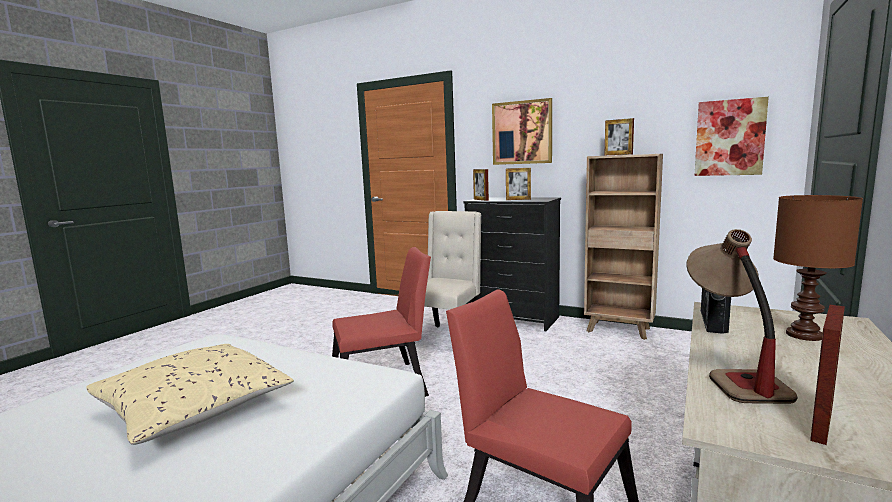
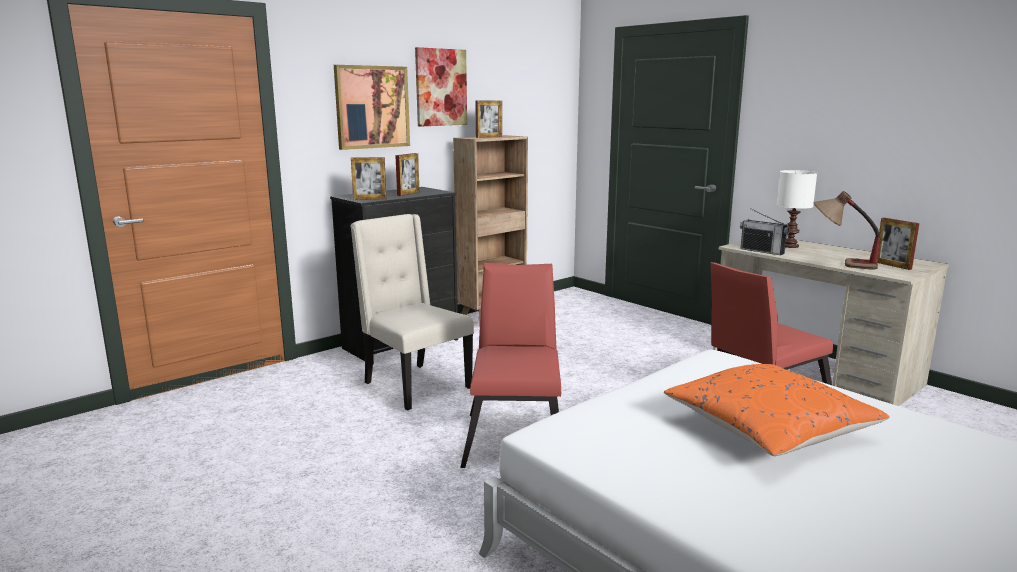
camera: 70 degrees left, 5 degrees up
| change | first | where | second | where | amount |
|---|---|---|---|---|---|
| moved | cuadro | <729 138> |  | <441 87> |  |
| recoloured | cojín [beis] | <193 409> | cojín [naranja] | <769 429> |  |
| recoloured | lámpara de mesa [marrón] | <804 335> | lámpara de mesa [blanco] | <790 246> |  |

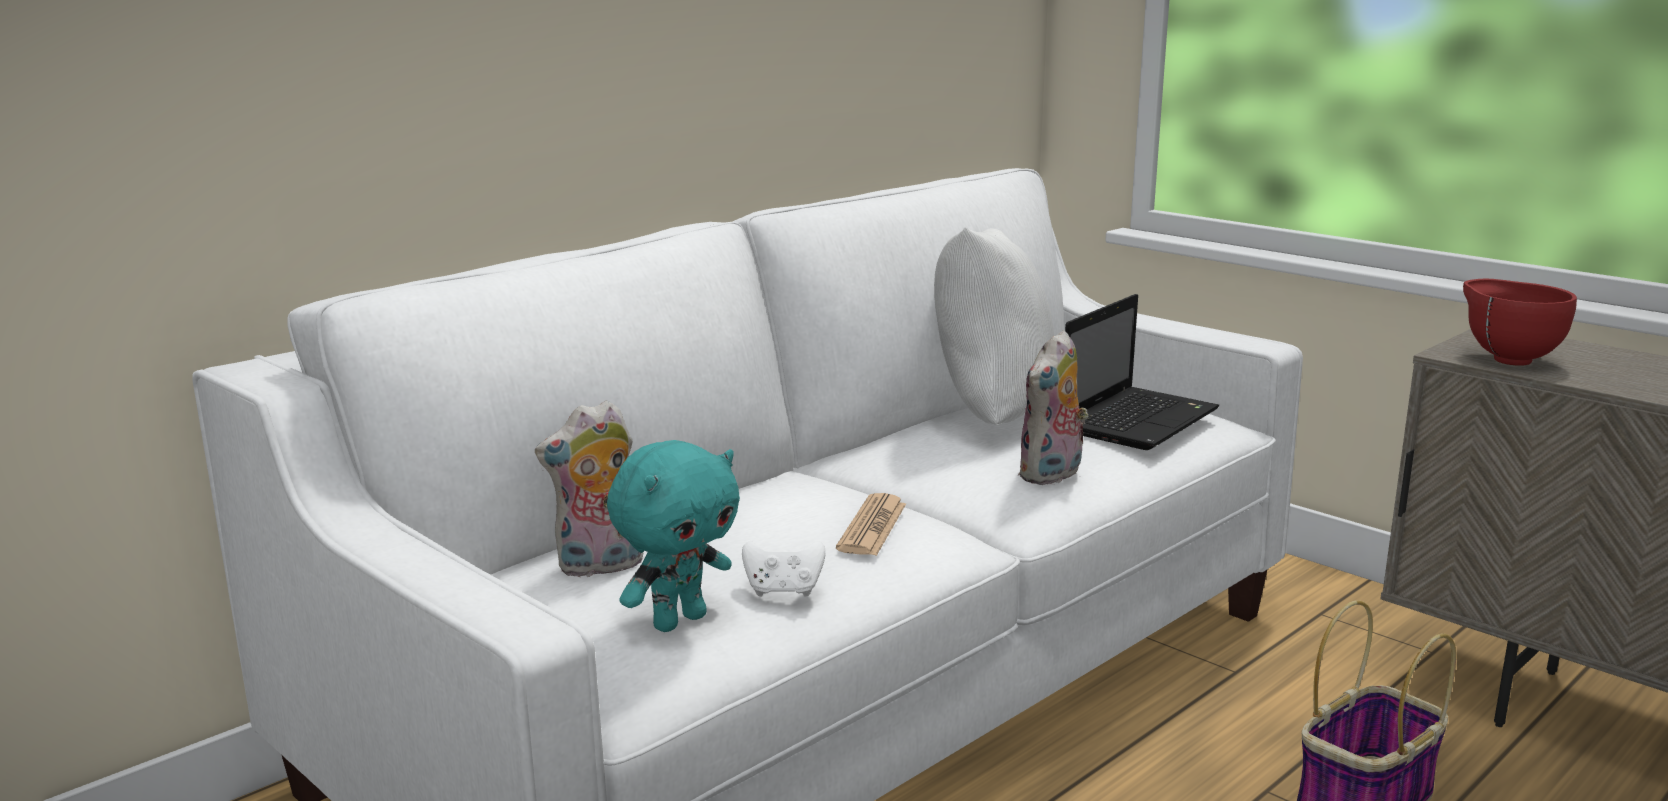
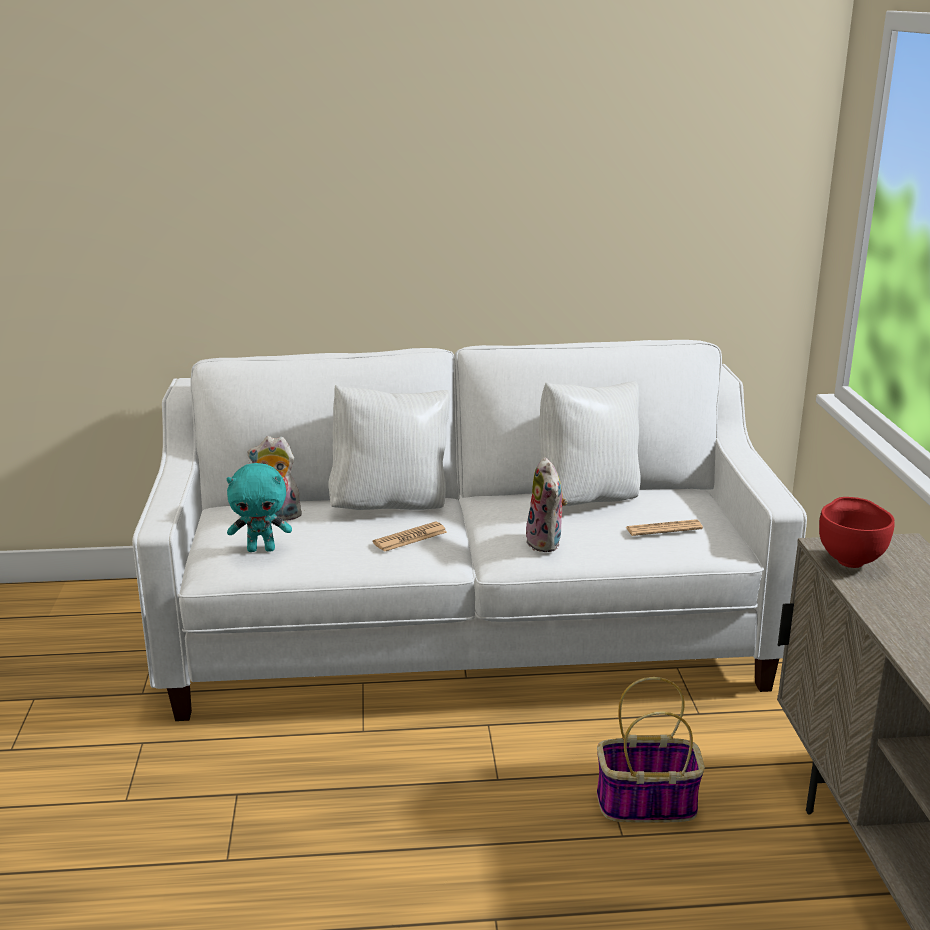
camera: 40 degrees right, 5 degrees up
| change | first | where | second | where | amount |
|---|---|---|---|---|---|
| added |  |  | cojín [blanco] | <391 506> |  |
| turned | peluche | <1052 475> |  | <547 543> | 90 degrees counterclockwise |
| replaced | portátil | <1139 420> | periódico | <663 529> |  |
| removed | mando de consola [blanco] | <783 591> |  |  |  |

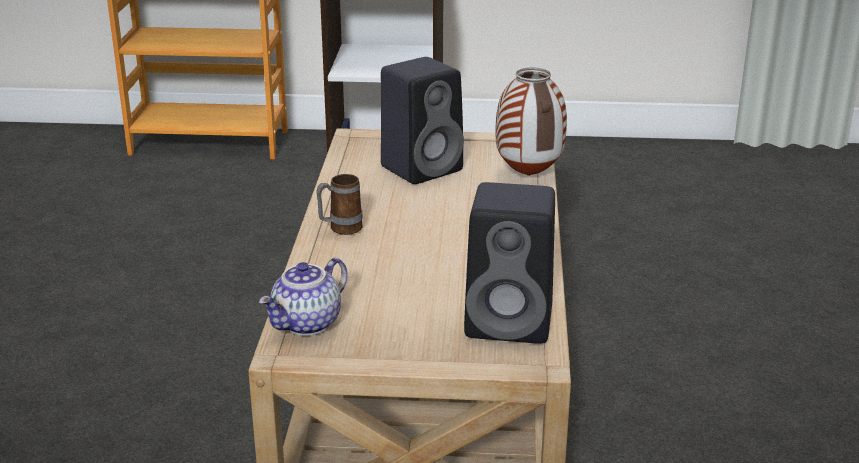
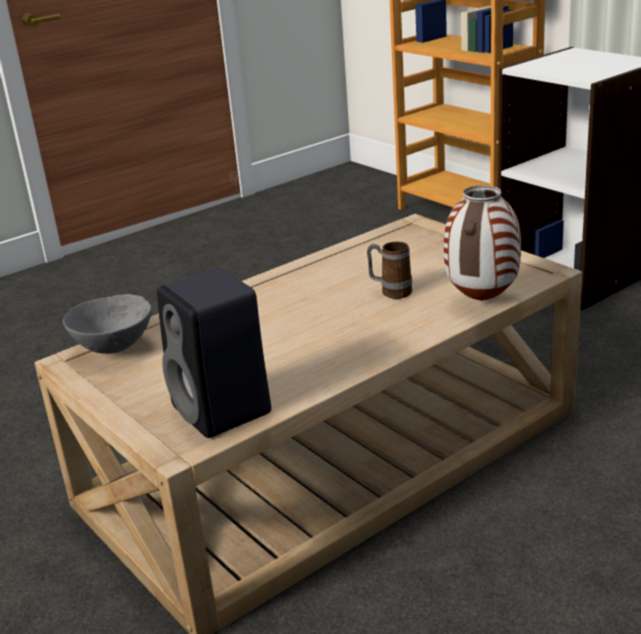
camera: 50 degrees right, 0 degrees up
| change | first | where | second | where | amount |
|---|---|---|---|---|---|
| replaced | tetera | <307 324> | cuenco [gris] | <114 348> |  |
| moved | taza grande | <340 229> |  | <390 292> |  |
| removed | altavoz [negro] | <423 168> |  |  |  |

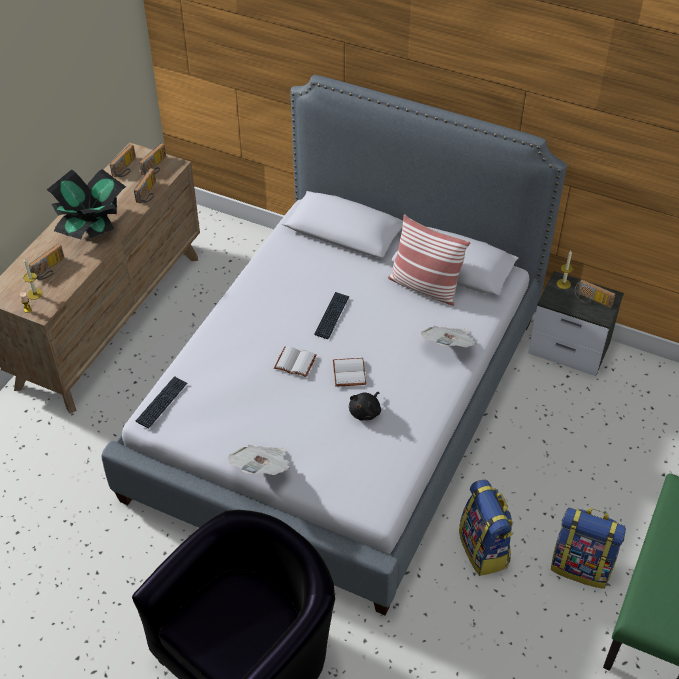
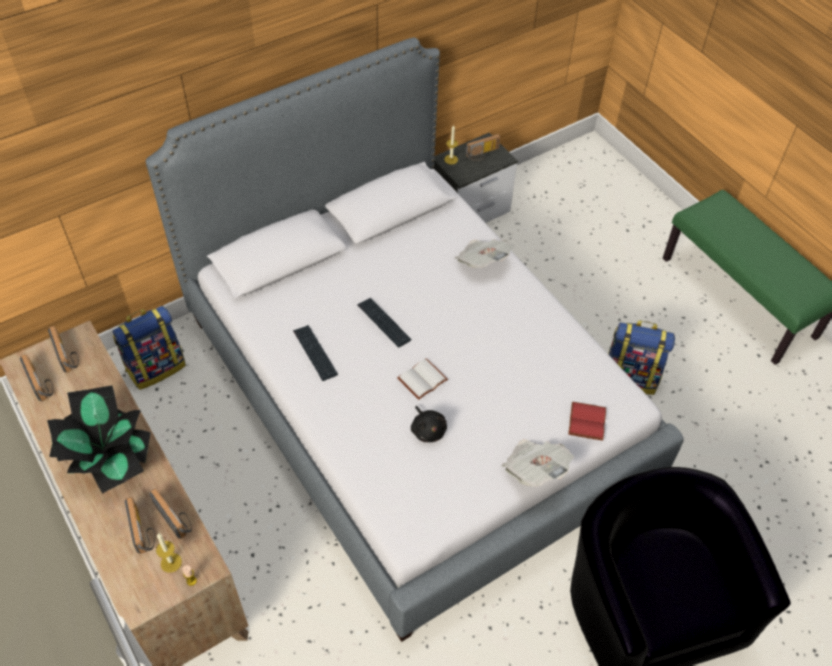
camera: 60 degrees left, 5 degrees up
| change | first | where | second | where | amount |
|---|---|---|---|---|---|
| moved | mochila | <581 566> |  | <156 367> |  |
| moved | radio | <148 193> |  | <175 517> |  |
| moved | teclado | <162 403> |  | <315 353> |  |
| moved | peluche [negro] | <366 412> |  | <428 430> |  |
| added |  |  | libro [rojo] | <585 421> |  |
| removed | libro [blanco] | <348 372> |  |  |  |
| removed | cojín | <424 287> |  |  |  |

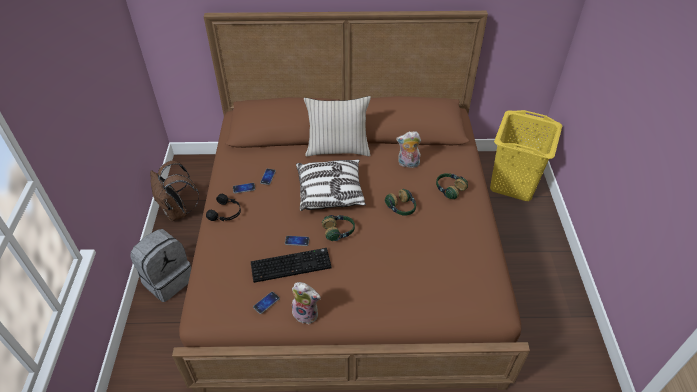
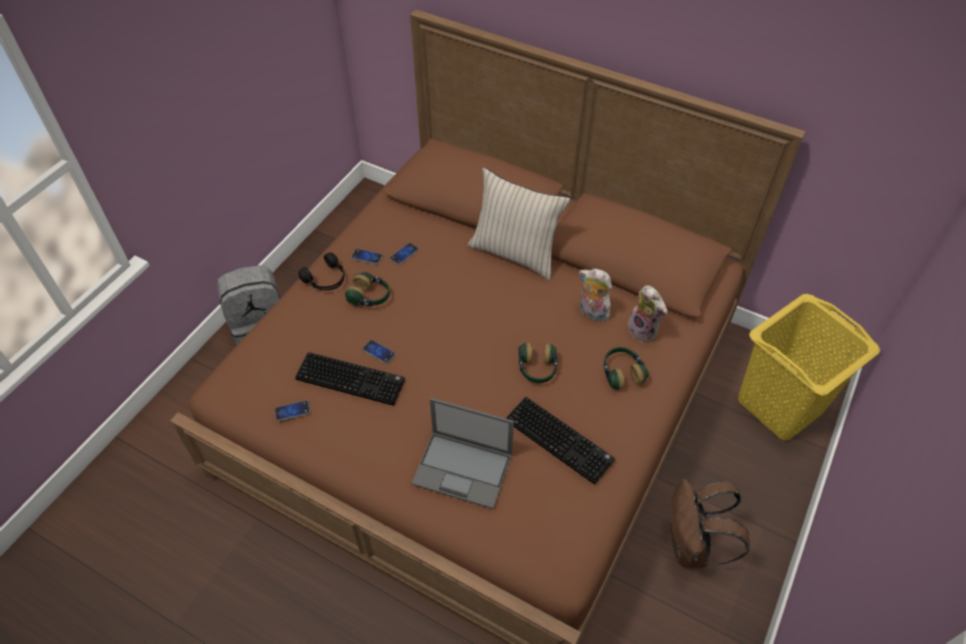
camera: 30 degrees right, 5 degrees up
| change | first | where | second | where | amount |
|---|---|---|---|---|---|
| moved | auriculares | <339 231> |  | <370 297> |  |
| added |  |  | portátil | <464 469> |  |
| added |  |  | teclado | <560 439> |  |
| moved | peluche | <307 313> |  | <644 330> |  |
| moved | mochila [marrón] | <177 212> |  | <691 547> |  |
| removed | cojín | <330 192> |  |  |  |

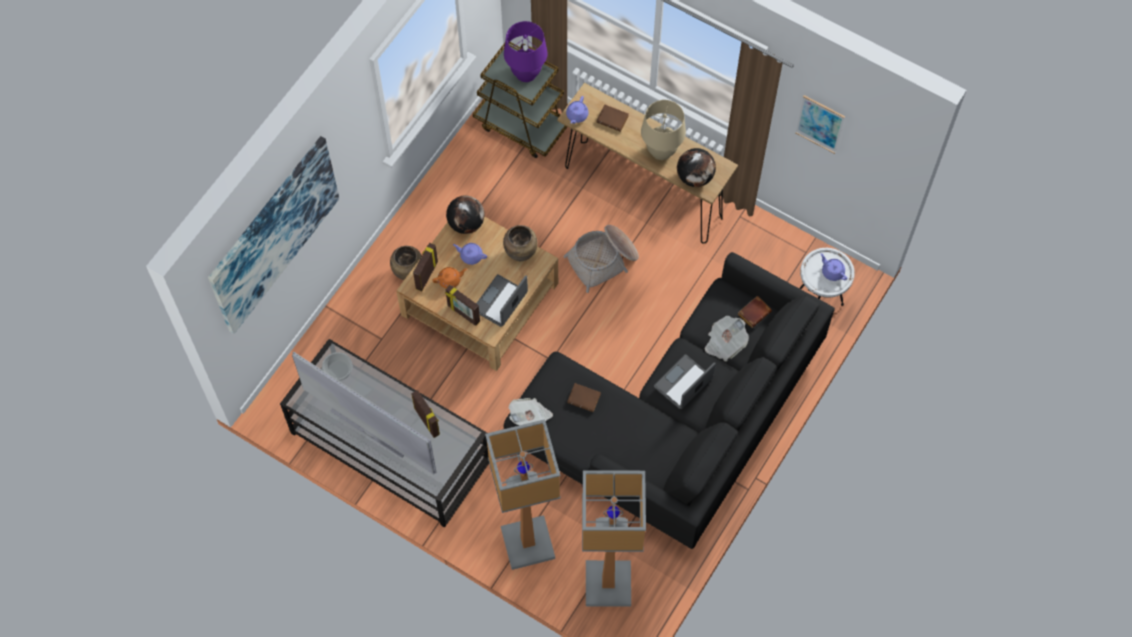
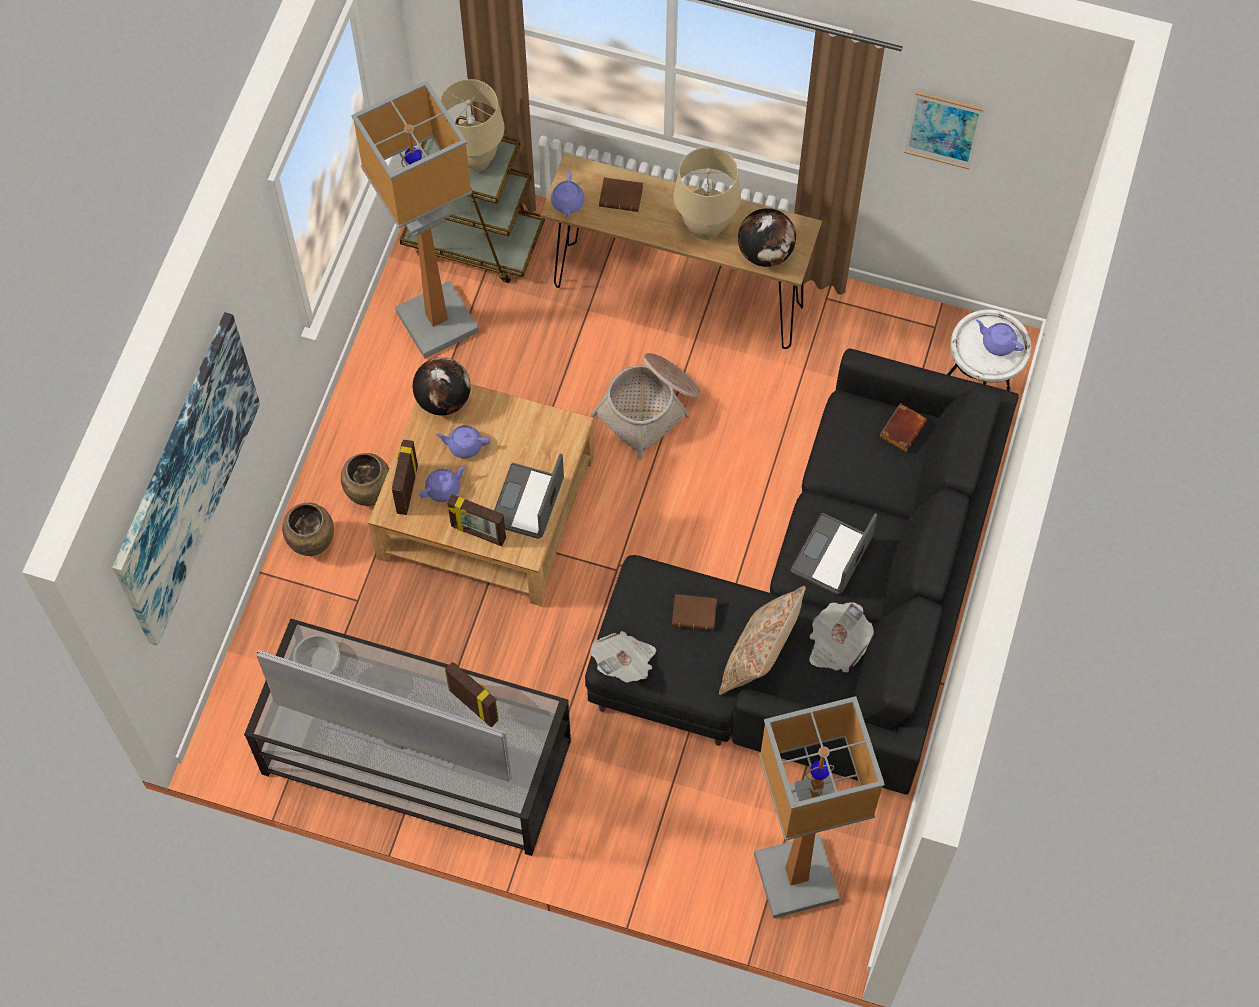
camera: 15 degrees left, 0 degrees up
| change | first | where | second | where | amount |
|---|---|---|---|---|---|
| moved | florero [marrón] | <521 253> |  | <313 543> |  |
| moved | lámpara de pie | <527 544> |  | <436 323> |  |
| recoloured | tetera [naranja] | <450 280> | tetera [morado] | <444 488> |  |
| recoloured | lámpara de mesa [morado] | <526 73> | lámpara de mesa [beis] | <474 158> |  |
| added |  |  | cojín [beis] | <759 658> |  |
| moved | periódico | <724 343> |  | <837 644> |  |

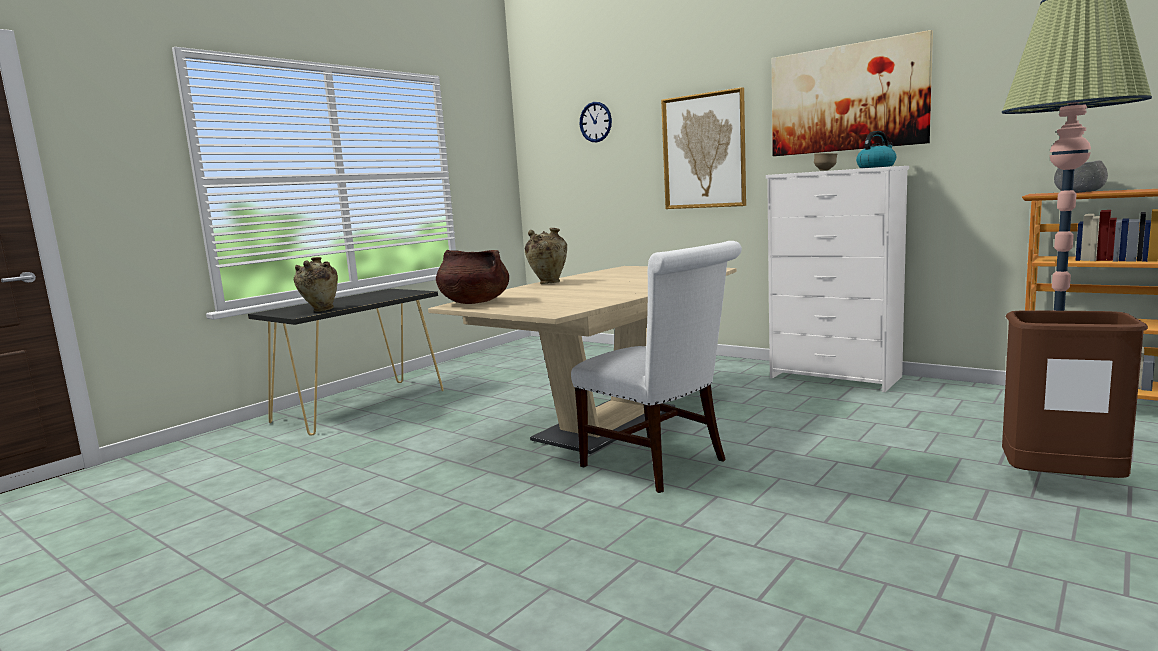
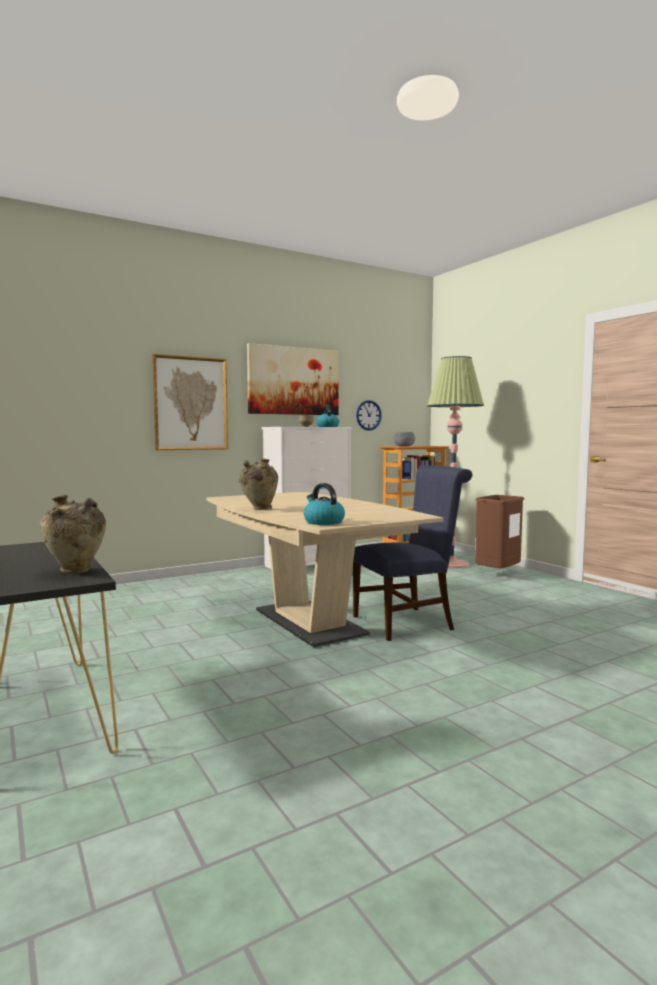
camera: 70 degrees left, 5 degrees down
| change | first | where | second | where | amount |
|---|---|---|---|---|---|
| replaced | olla [marrón] | <474 302> | hervidor | <323 522> |  |
| recoloured | silla [blanco] | <661 464> | silla [azul] | <408 622> |  |
| moved | reloj de pared | <595 122> |  | <368 415> |  |

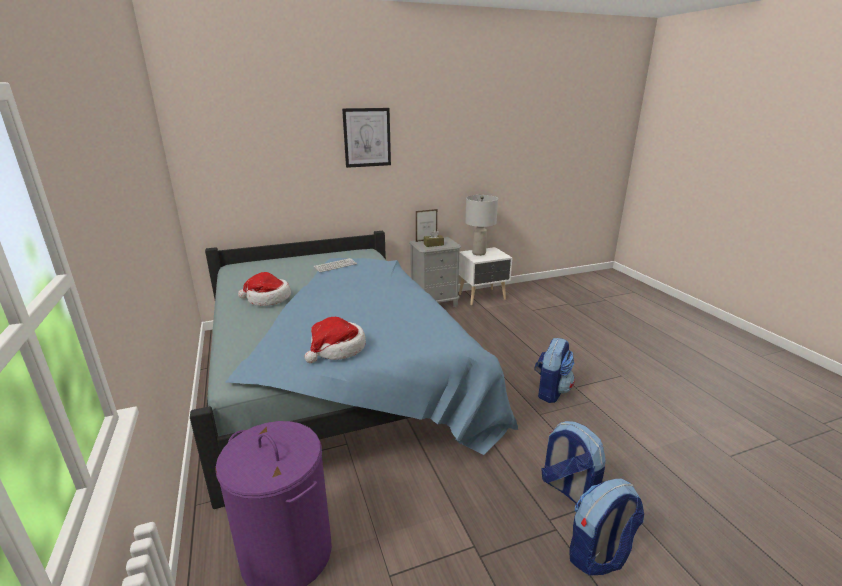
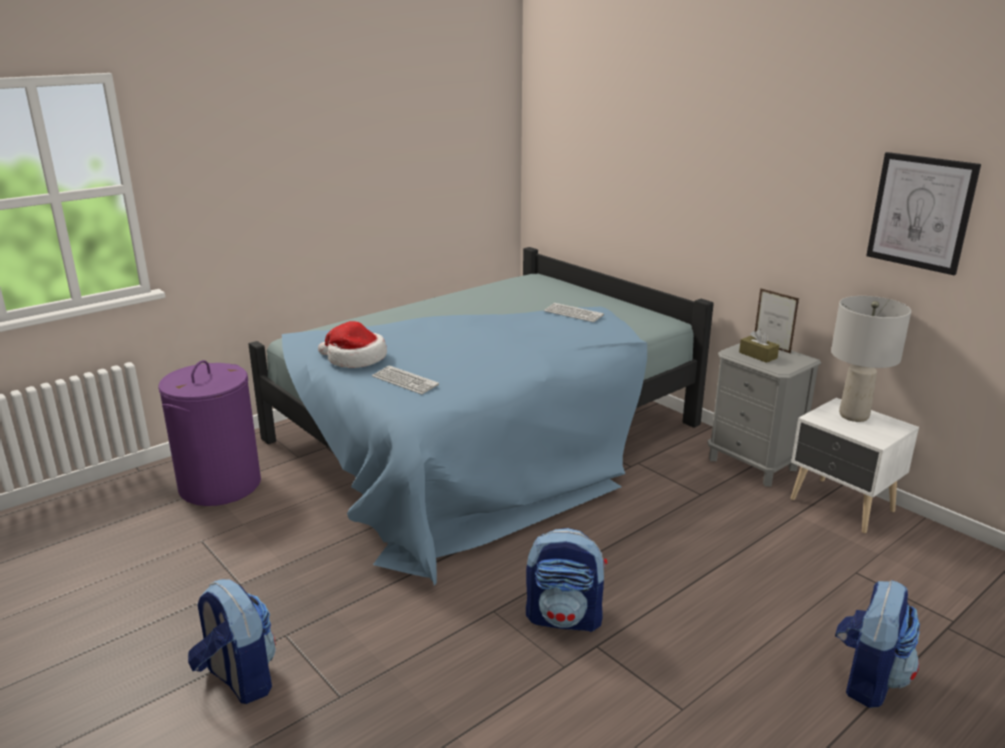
camera: 70 degrees right, 0 degrees up
| change | first | where | second | where | amount |
|---|---|---|---|---|---|
| added |  |  | teclado | <405 381> |  |
| moved | mochila | <567 489> |  | <868 679> |  |
| moved | cuadro | <367 137> |  | <921 212> |  |
| removed | sombrero | <267 299> |  |  |  |

